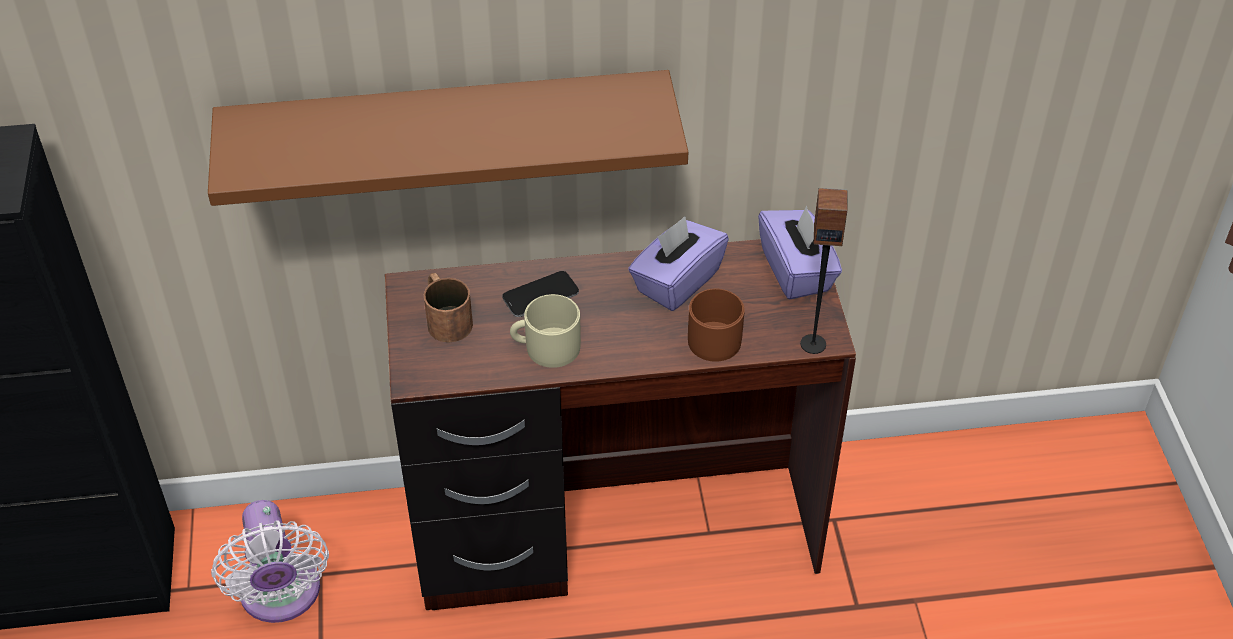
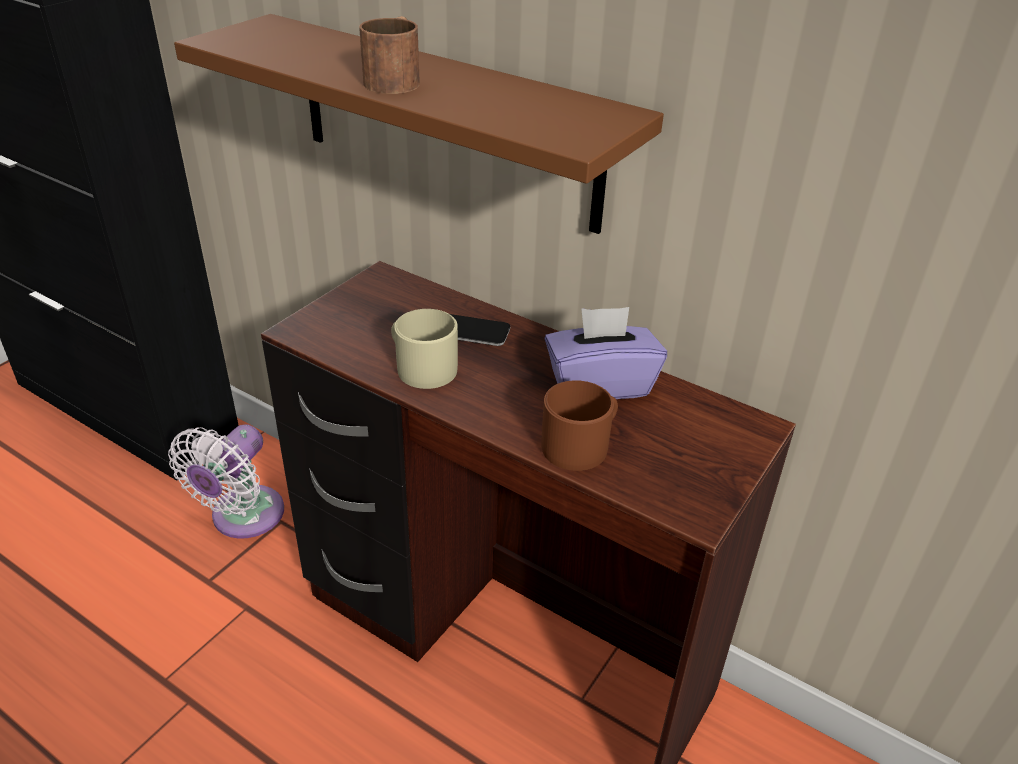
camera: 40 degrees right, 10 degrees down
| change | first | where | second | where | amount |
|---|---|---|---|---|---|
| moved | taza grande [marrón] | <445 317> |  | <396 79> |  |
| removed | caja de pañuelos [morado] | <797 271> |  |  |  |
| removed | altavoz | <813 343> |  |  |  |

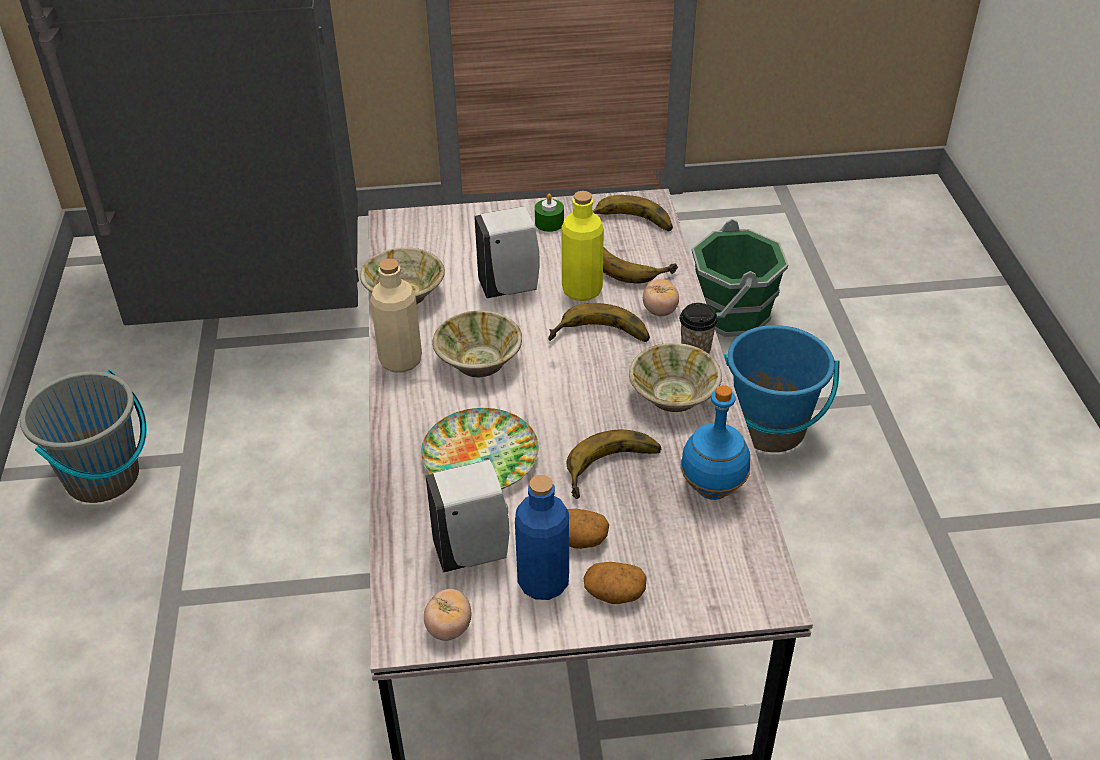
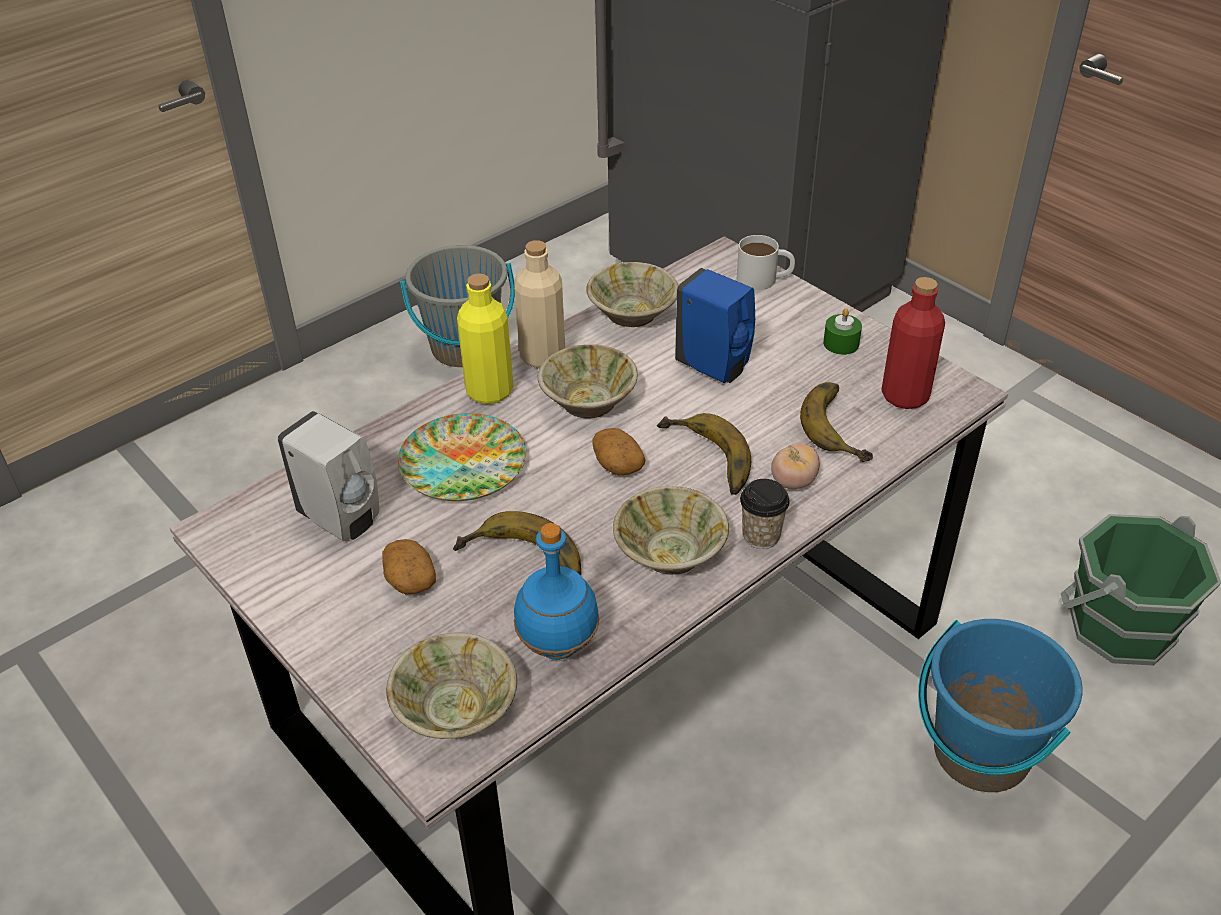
camera: 55 degrees right, 0 degrees up
| change | first | where | second | where | amount |
|---|---|---|---|---|---|
| added |  |  | cuenco [beis] | <456 710> |  |
| moved | botella [amarillo] | <582 290> |  | <489 391> |  |
| moved | patata | <614 593> |  | <617 464> |  |
| recoloured | dispensador de jabón [blanco] | <511 287> | dispensador de jabón [azul] | <715 368> |  |
| added |  |  | taza grande [blanco] | <764 279> |  |
| replaced | plátano | <628 226> | botella [rojo] | <905 396> |  |
| removed | tomate | <449 628> |  |  |  |
| removed | botella [azul] | <543 582> |  |  |  |

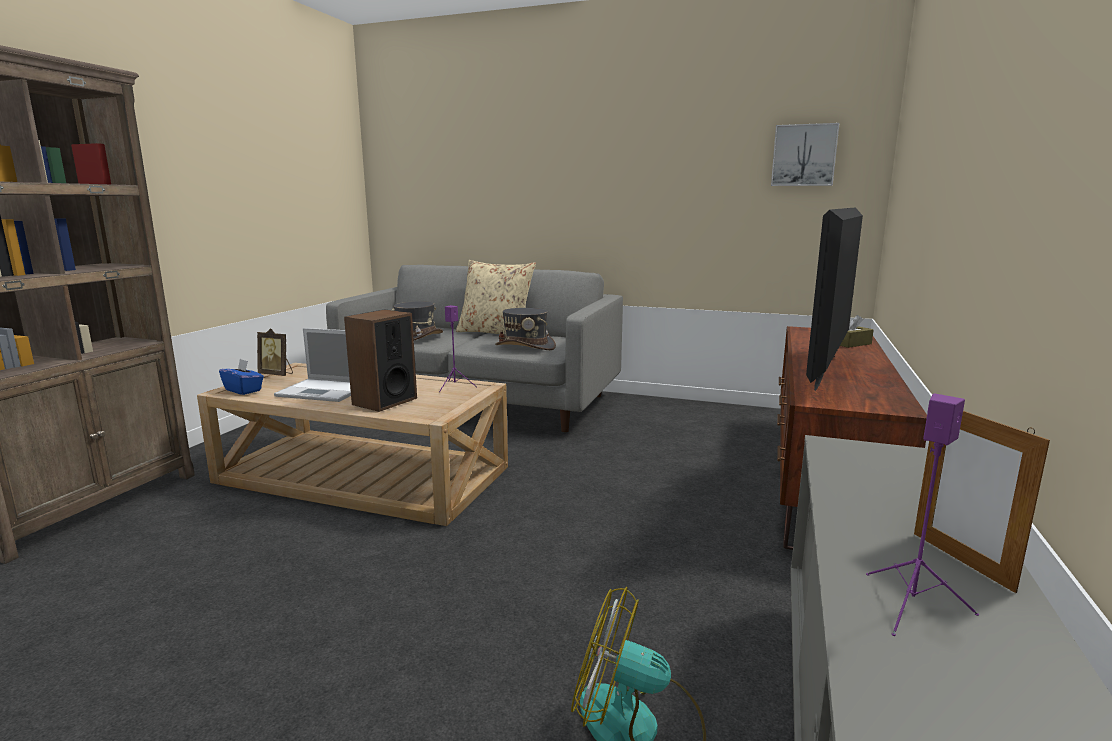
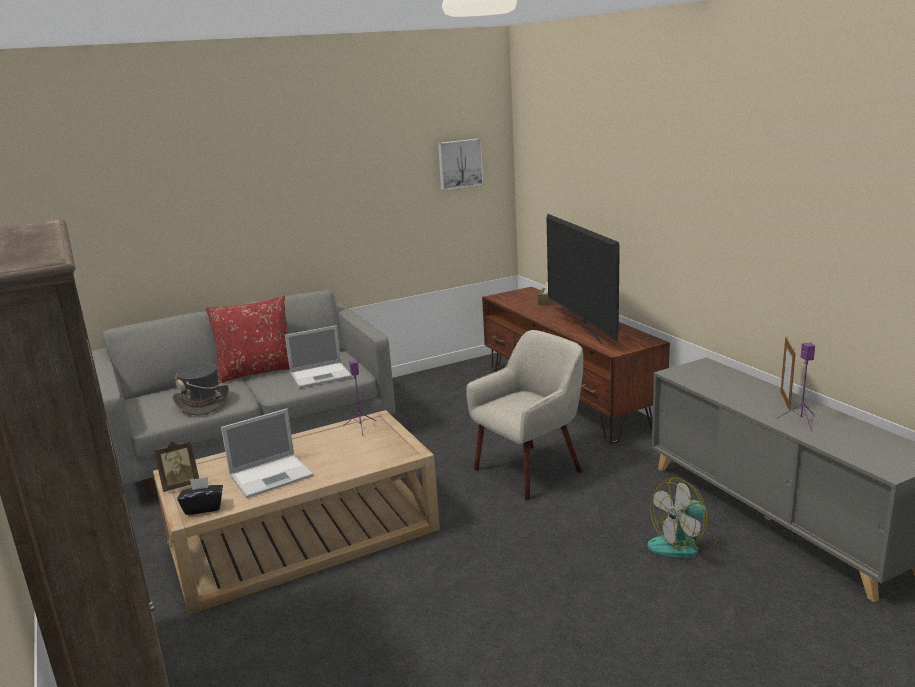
camera: 45 degrees left, 5 degrees up
| change | first | where | second | where | amount |
|---|---|---|---|---|---|
| recoloured | caja de pañuelos [azul] | <243 390> | caja de pañuelos [negro] | <203 508> |  |
| recoloured | cojín [beis] | <495 333> | cojín [rojo] | <257 371> |  |
| replaced | sombrero [gris] | <525 346> | portátil | <322 375> |  |
| added |  |  | sillón [beis] | <529 470> |  |
| turned | portarretratos | <961 560> |  | <785 401> | 75 degrees clockwise |
| removed | altavoz | <384 401> |  |  |  |

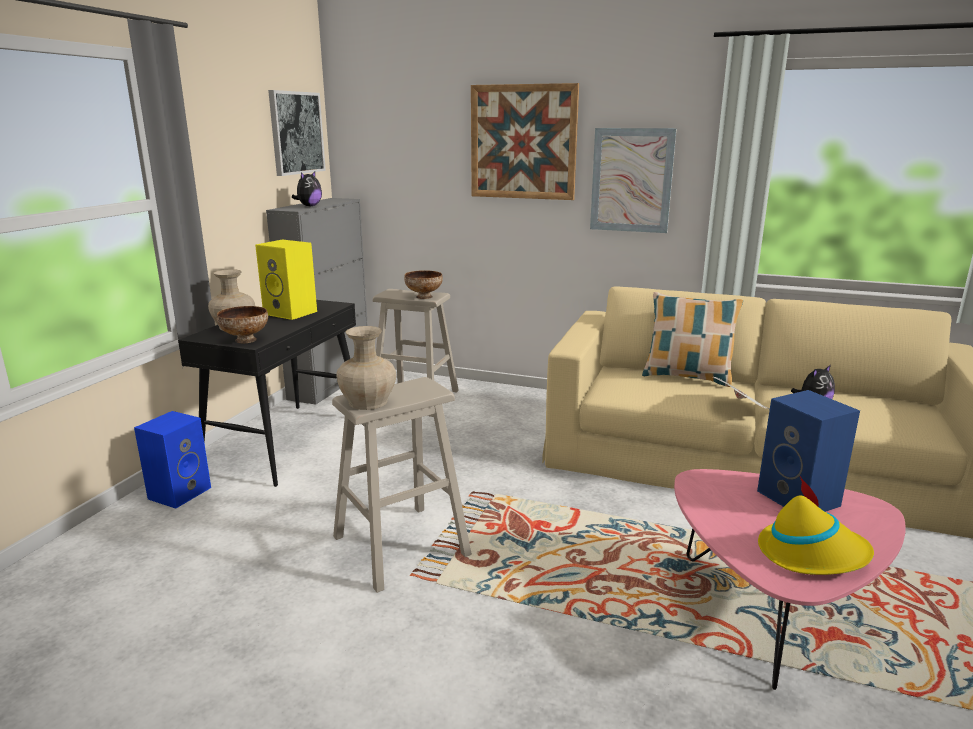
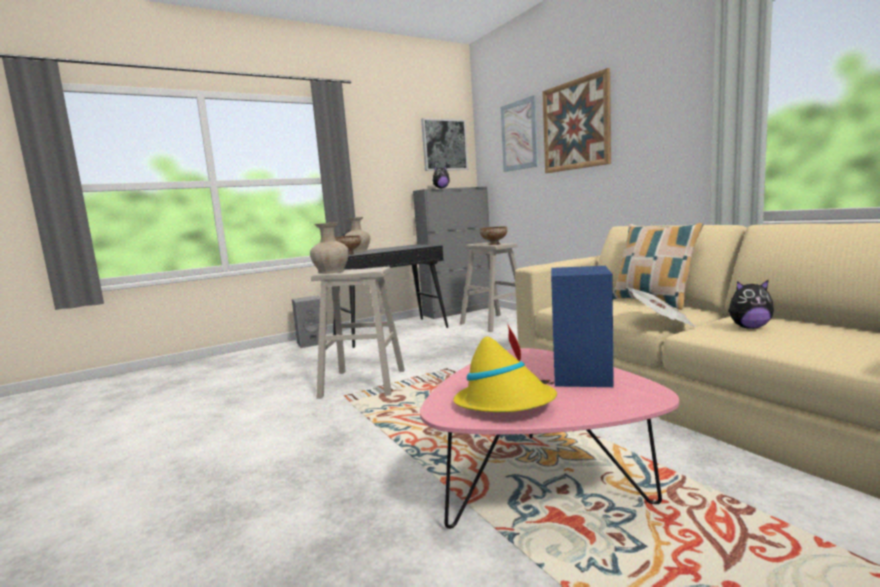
camera: 40 degrees right, 10 degrees down
| change | first | where | second | where | amount |
|---|---|---|---|---|---|
| recoloured | altavoz [azul] | <180 492> | altavoz [gris] | <312 343> |  |
| moved | cuadro | <631 180> |  | <519 135> |  |
| removed | altavoz [amarillo] | <292 313> |  |  |  |

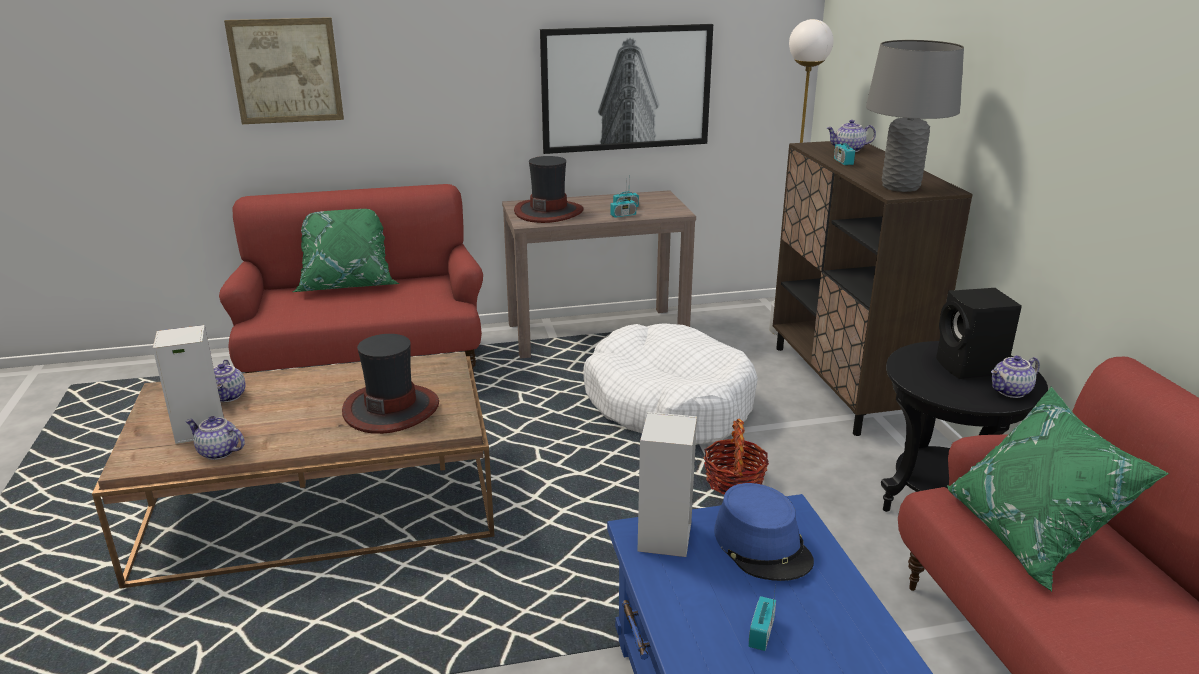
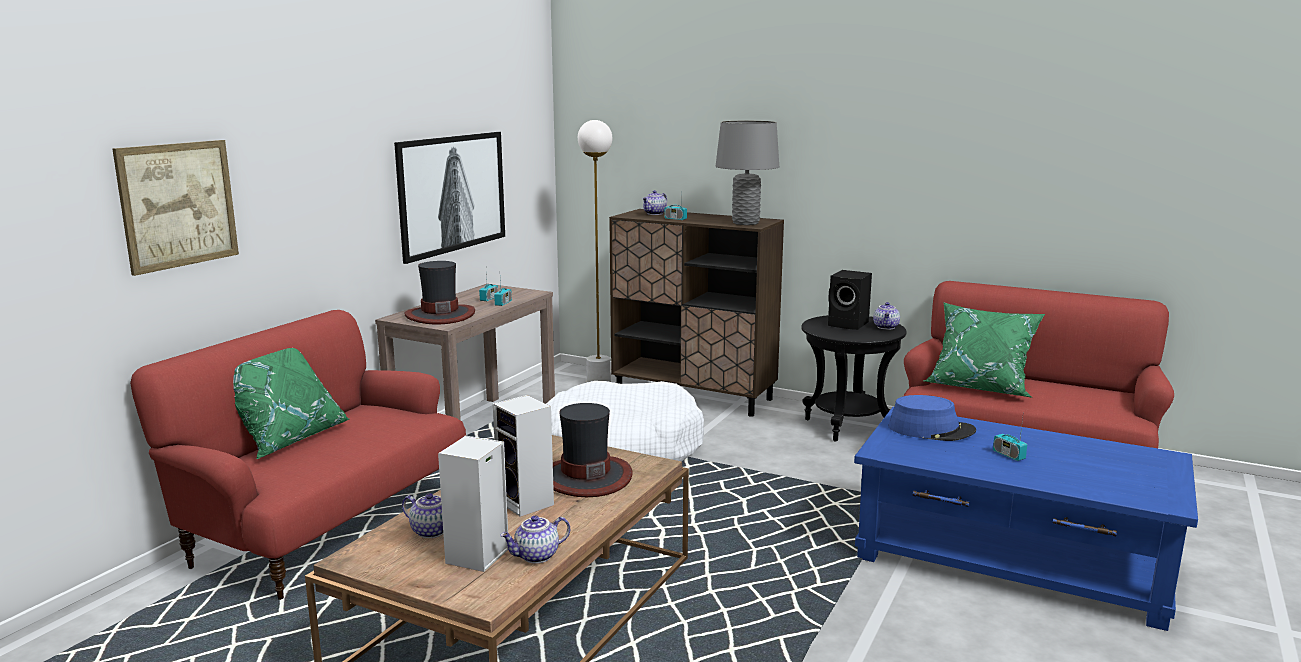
camera: 50 degrees left, 10 degrees down
| change | first | where | second | where | amount |
|---|---|---|---|---|---|
| moved | altavoz | <666 539> |  | <527 503> |  |
| removed | cesta | <734 481> |  |  |  |

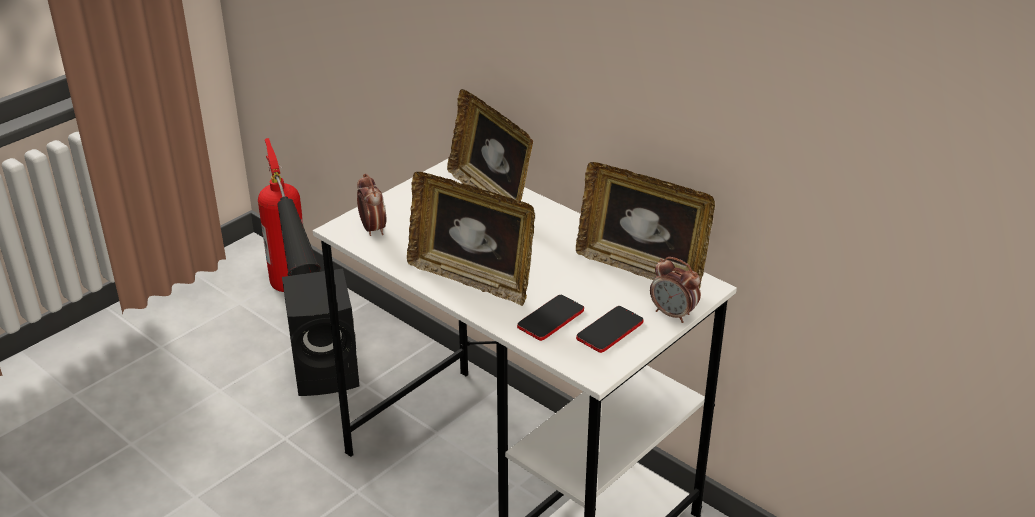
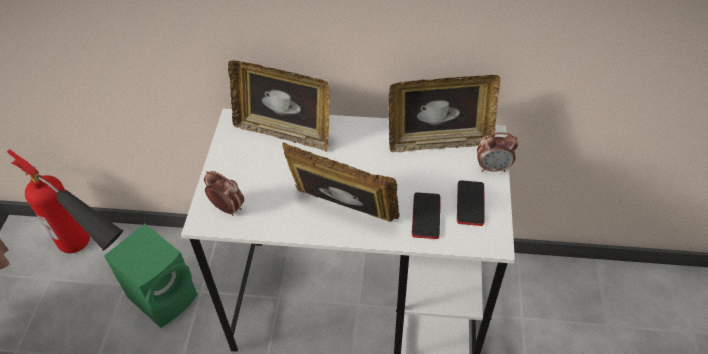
camera: 35 degrees left, 15 degrees up
| change | first | where | second | where | amount |
|---|---|---|---|---|---|
| recoloured | altavoz [negro] | <328 371> | altavoz [verde] | <165 295> |  |
| turned | portarretratos | <472 278> |  | <342 212> | 150 degrees counterclockwise |

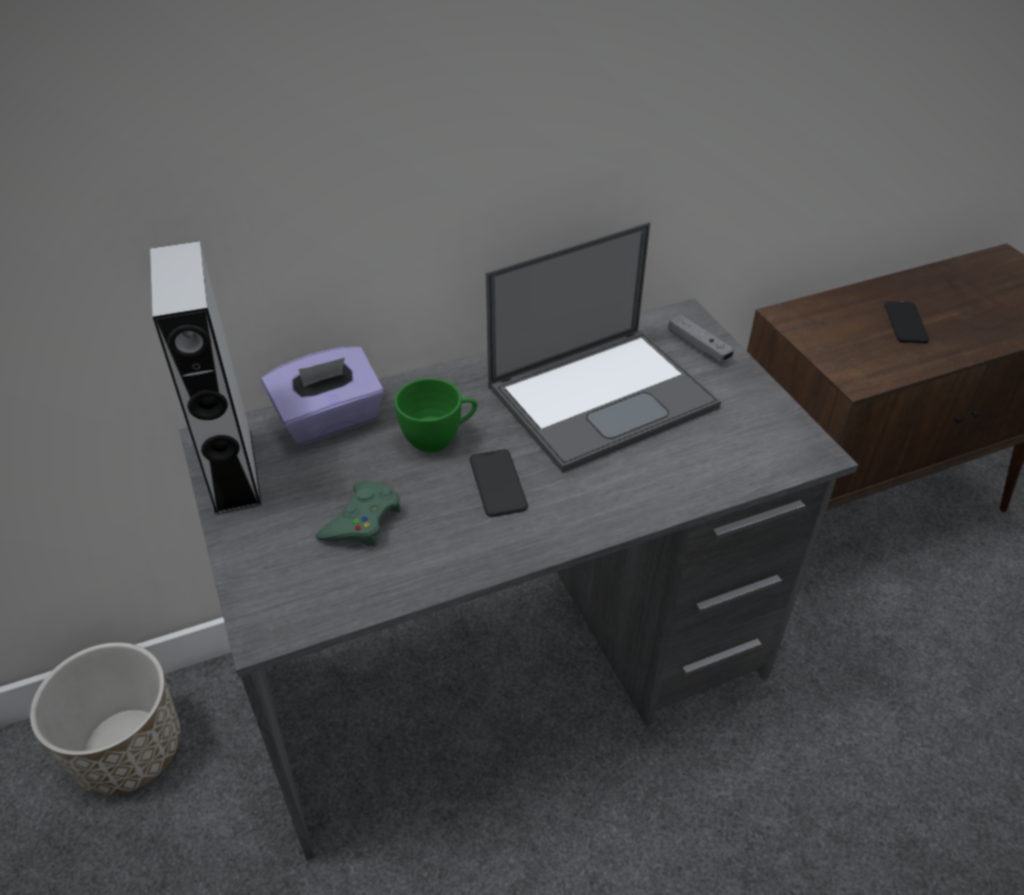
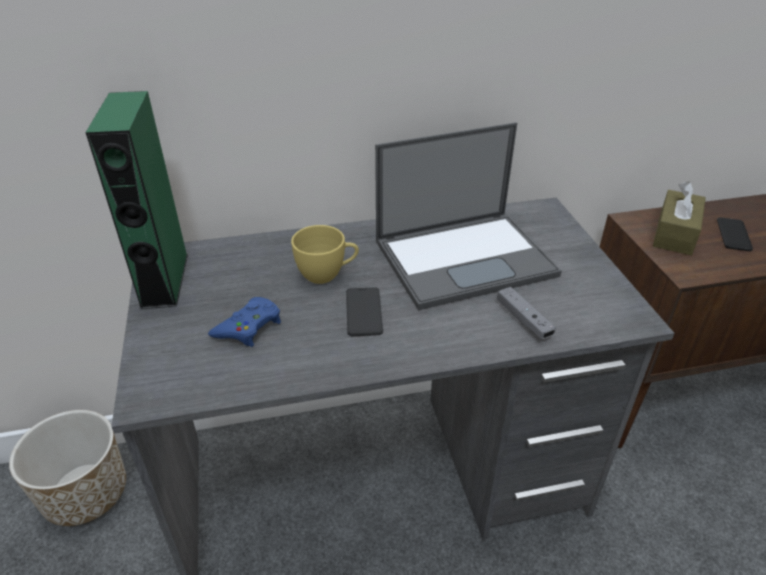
camera: 10 degrees right, 5 degrees down
| change | first | where | second | where | amount |
|---|---|---|---|---|---|
| recoloured | altavoz [gris] | <233 471> | altavoz [verde] | <165 280> |  |
| recoloured | mando de consola [verde] | <362 521> | mando de consola [azul] | <249 327> |  |
| recoloured | taza [verde] | <439 438> | taza [amarillo] | <327 274> |  |
| moved | mando de consola [gris] | <699 346> |  | <523 320> |  |
| added |  |  | caja de pañuelos [marrón] | <675 234> |  |
| removed | caja de pañuelos [morado] | <329 420> |  |  |  |

